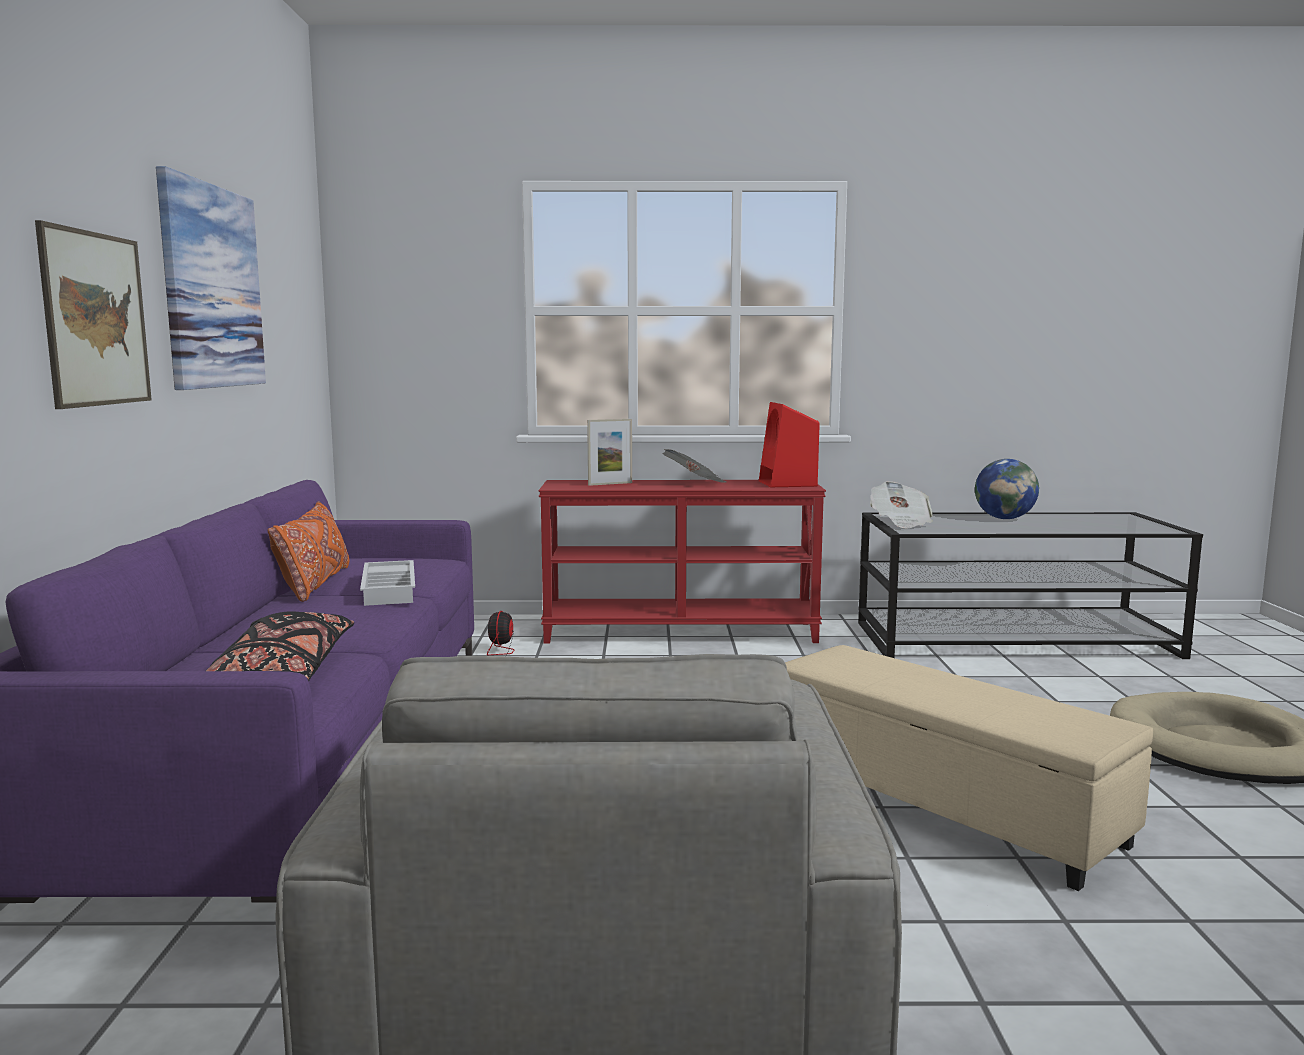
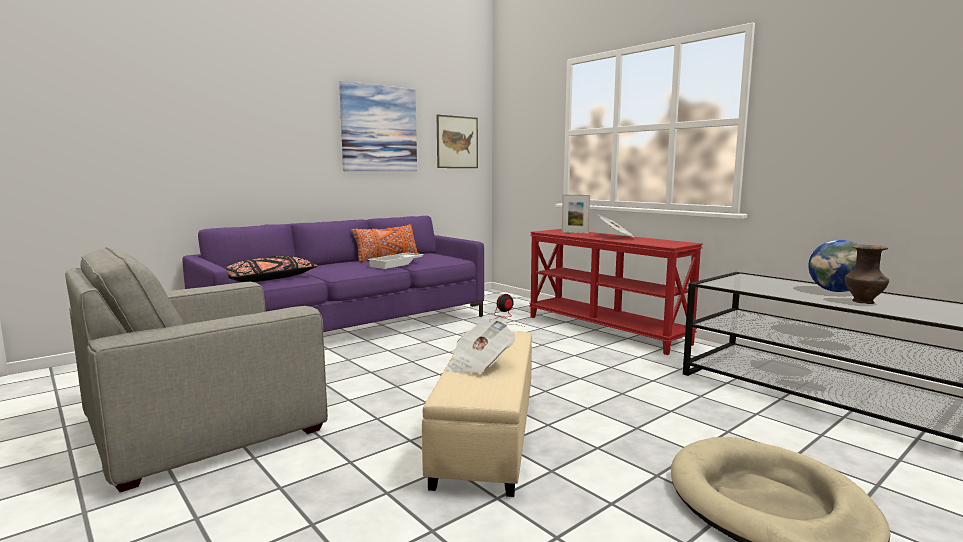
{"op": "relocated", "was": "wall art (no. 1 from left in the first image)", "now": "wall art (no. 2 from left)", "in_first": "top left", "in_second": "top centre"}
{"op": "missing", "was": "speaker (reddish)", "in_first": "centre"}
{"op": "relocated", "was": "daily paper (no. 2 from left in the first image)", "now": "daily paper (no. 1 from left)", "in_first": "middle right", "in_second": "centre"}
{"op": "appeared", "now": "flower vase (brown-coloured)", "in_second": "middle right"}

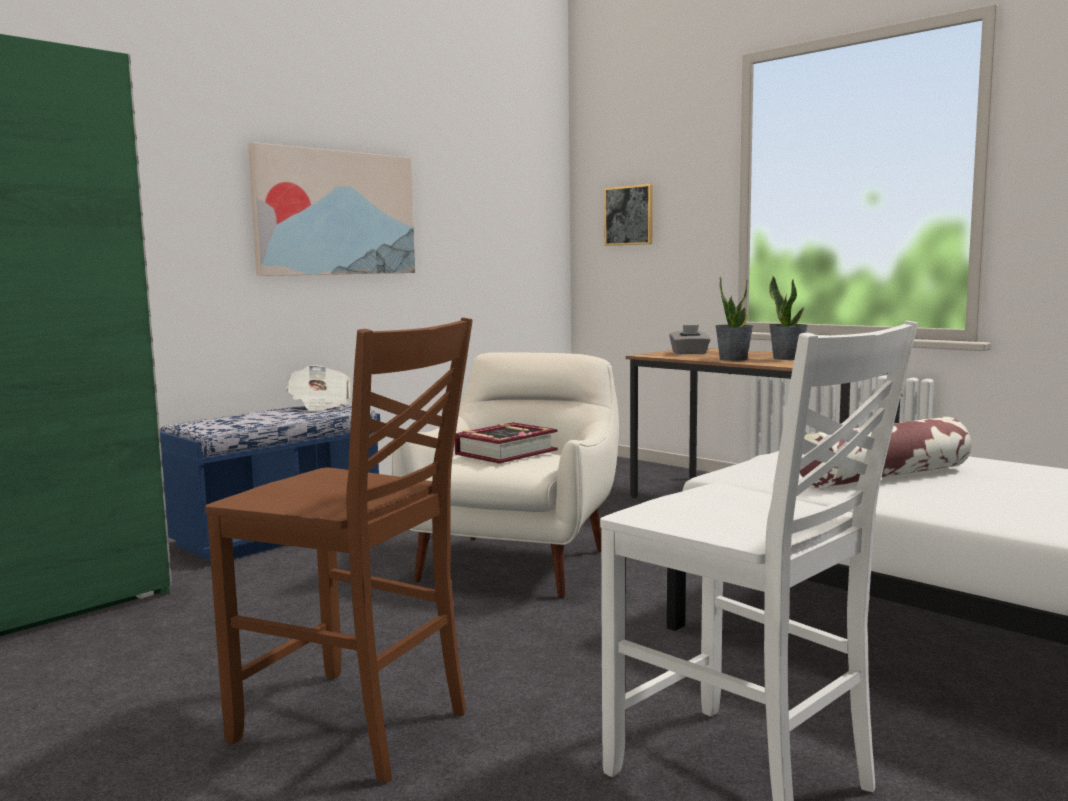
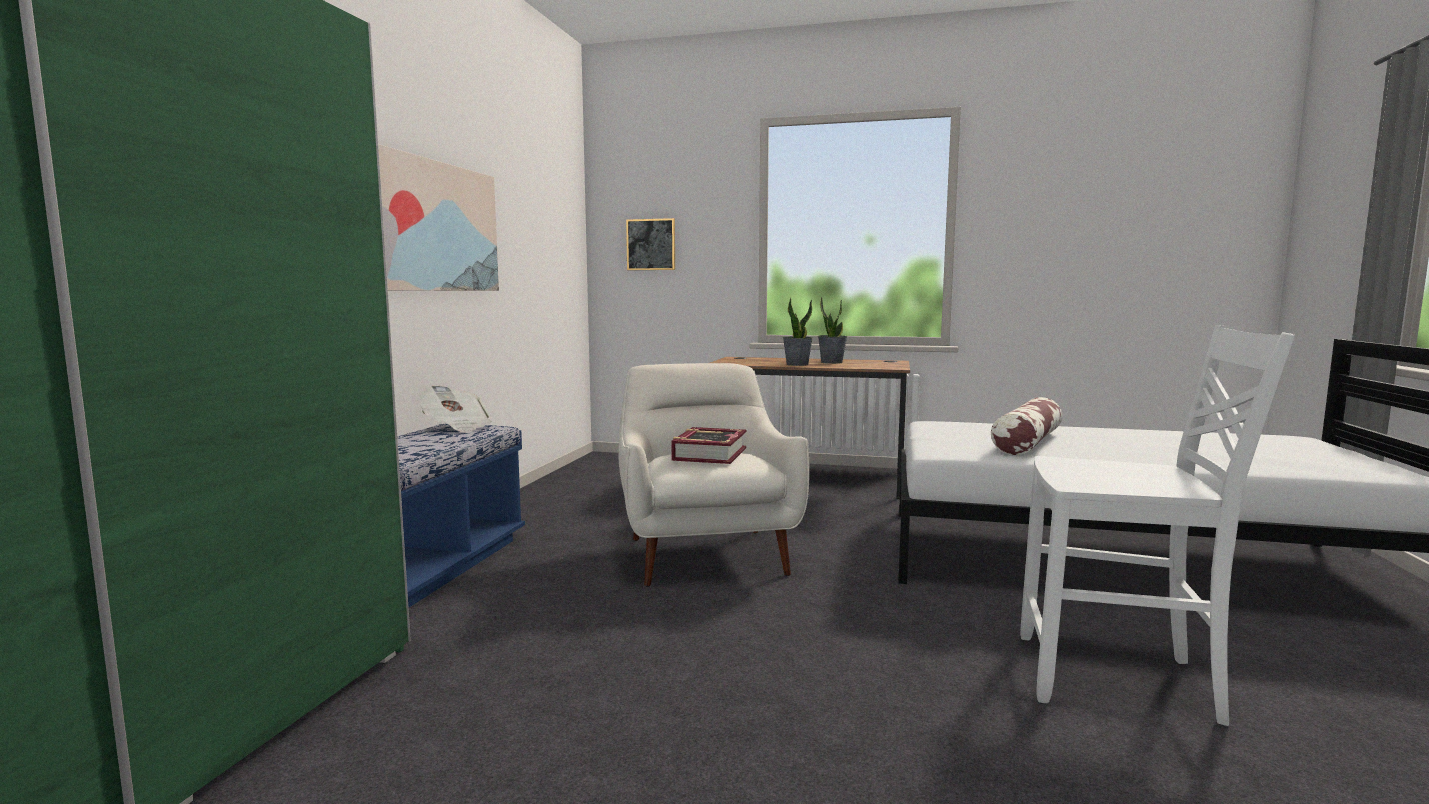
{"op": "missing", "was": "plain chair (brown-coloured)", "in_first": "bottom left"}
{"op": "missing", "was": "tissue holder (grey)", "in_first": "centre"}

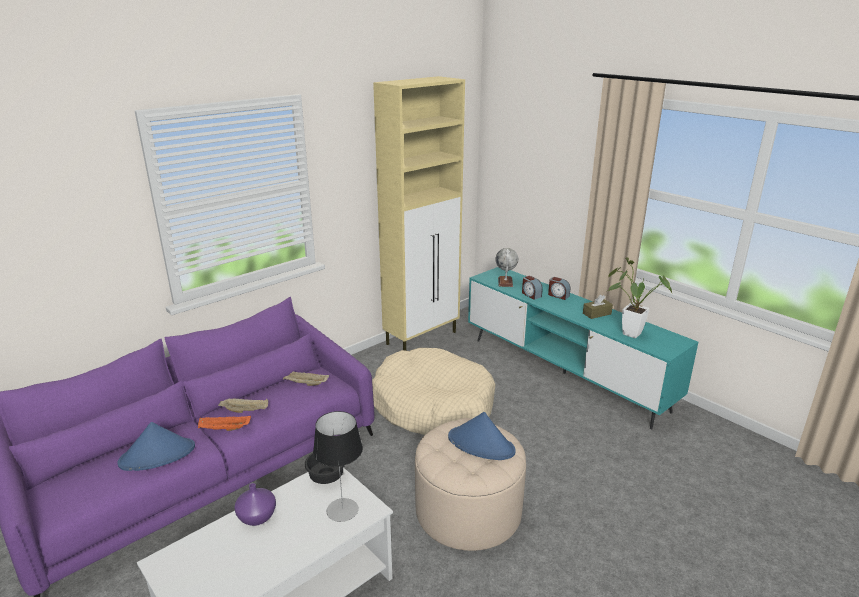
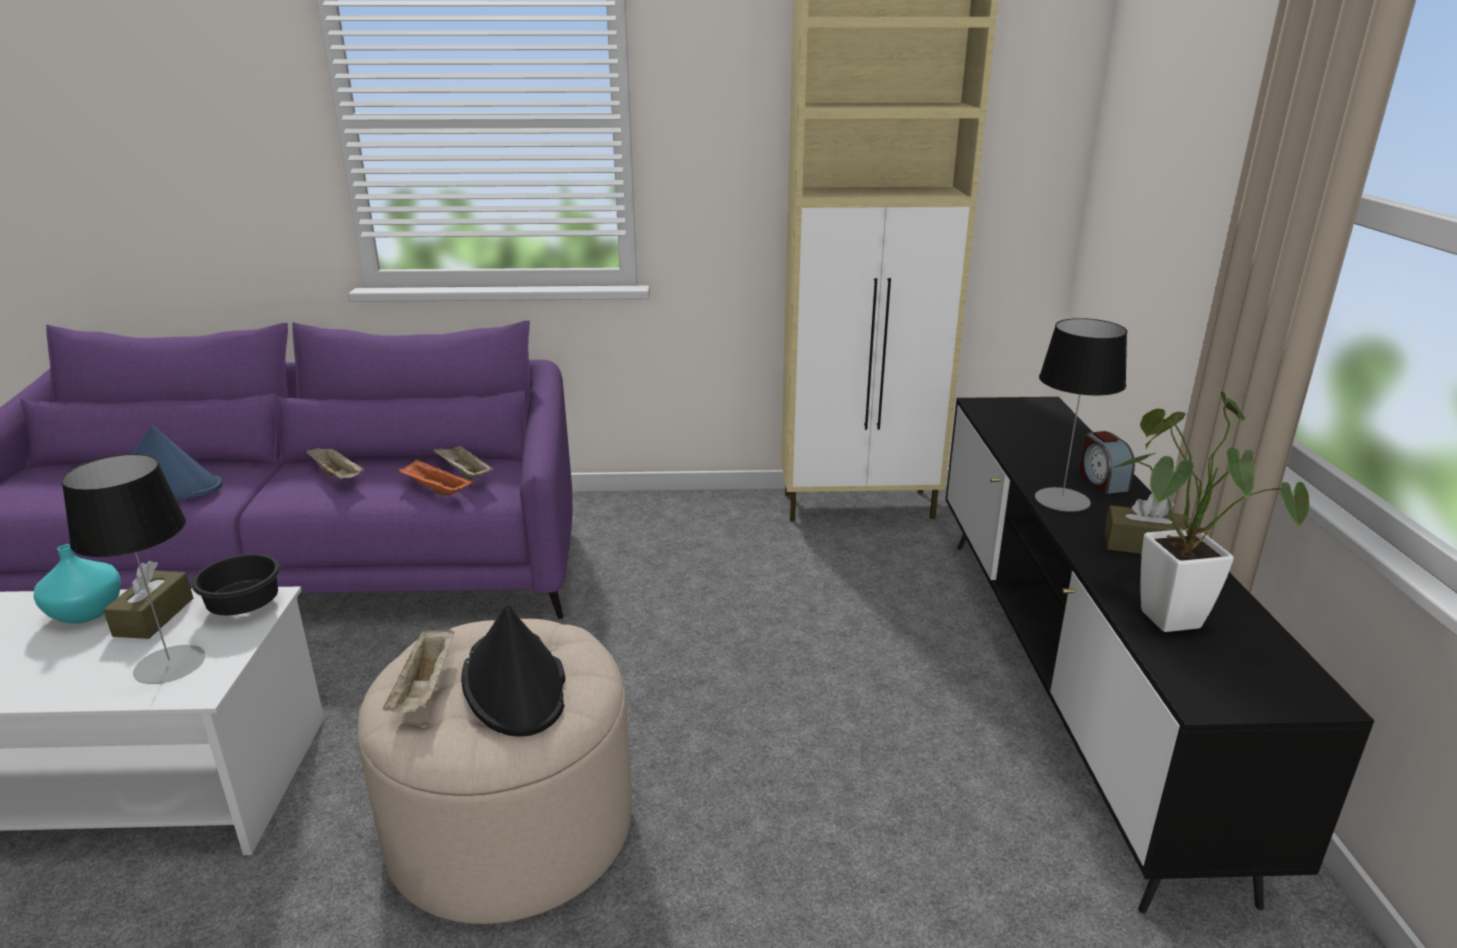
{"op": "relocated", "was": "tray (orange)", "in_first": "bottom left", "in_second": "middle left"}
{"op": "colour", "was": "flower vase (purplish)", "now": "flower vase (turquoise-coloured)", "in_first": "bottom left", "in_second": "middle left"}
{"op": "missing", "was": "dog cushion (sand-coloured)", "in_first": "centre"}
{"op": "colour", "was": "clothing hat (blue) (no. 2 from left)", "now": "clothing hat (black)", "in_first": "bottom centre", "in_second": "bottom centre"}
{"op": "colour", "was": "tv stand (turquoise-coloured)", "now": "tv stand (black)", "in_first": "middle right", "in_second": "bottom right"}
{"op": "missing", "was": "world globe", "in_first": "centre"}
{"op": "missing", "was": "bedside clock (no. 1 from left)", "in_first": "centre"}
{"op": "appeared", "now": "tissue holder (brown-coloured) (no. 1 from left)", "in_second": "middle left"}
{"op": "appeared", "now": "tray (sand-coloured) (no. 2 from left)", "in_second": "bottom left"}
{"op": "appeared", "now": "lamp for a table (no. 2 from left)", "in_second": "middle right"}

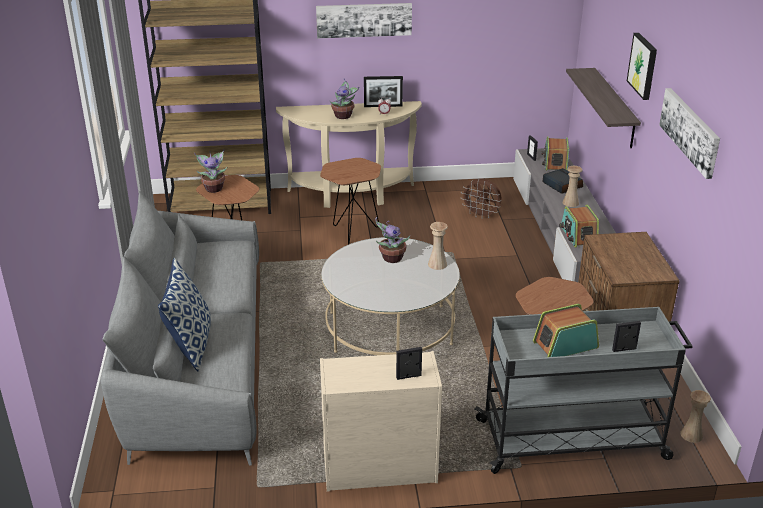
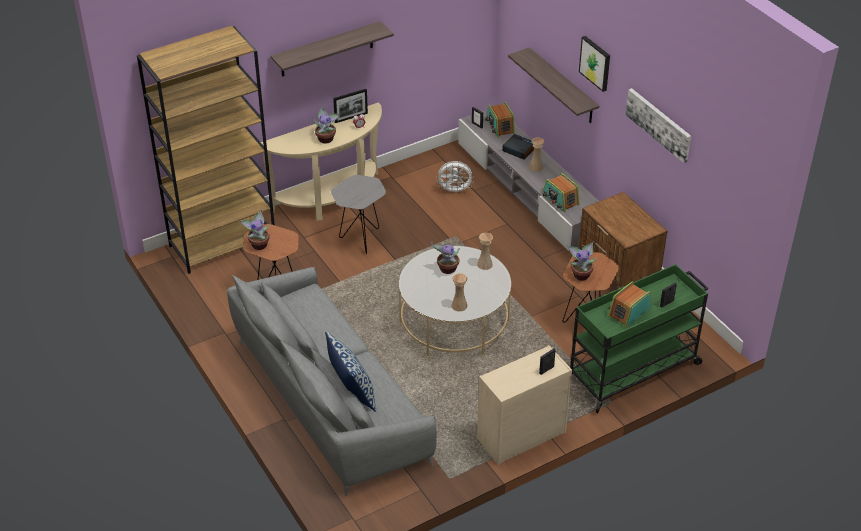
{"op": "exchanged", "was": "wall art (no. 1 from left)", "now": "shelf (no. 1 from left)", "in_first": "top centre", "in_second": "top centre"}
{"op": "colour", "was": "end table (brown-coloured) (no. 2 from left)", "now": "end table (grey)", "in_first": "centre", "in_second": "centre"}
{"op": "colour", "was": "fan (brown-coloured)", "now": "fan (whitish)", "in_first": "centre", "in_second": "centre"}
{"op": "colour", "was": "trolley (grey)", "now": "trolley (greenish)", "in_first": "bottom right", "in_second": "middle right"}
{"op": "relocated", "was": "flower vase (sand-coloured) (no. 3 from left in the first image)", "now": "flower vase (sand-coloured) (no. 1 from left)", "in_first": "bottom right", "in_second": "centre"}
{"op": "appeared", "now": "plant in a pot (no. 4 from left)", "in_second": "middle right"}

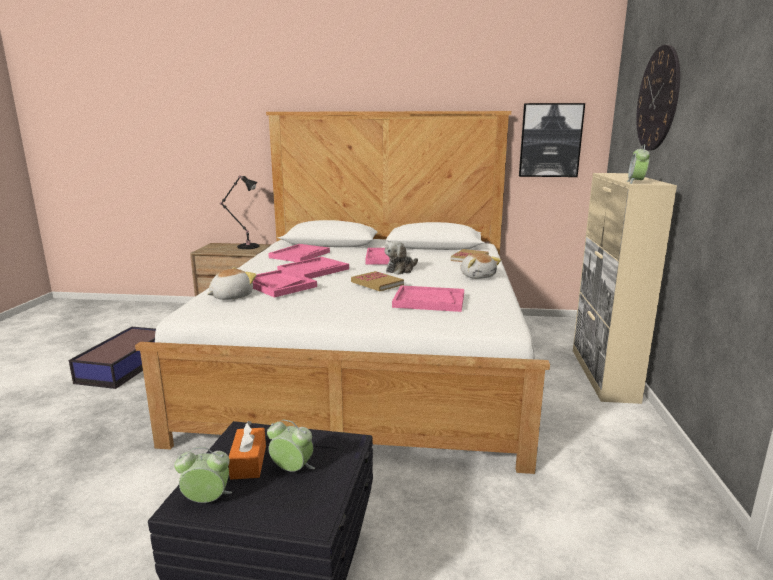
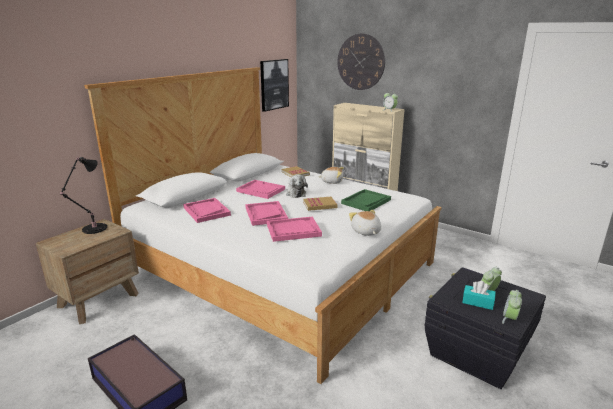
{"op": "relocated", "was": "soft toy (no. 1 from left in the first image)", "now": "soft toy (no. 3 from left)", "in_first": "middle left", "in_second": "centre"}
{"op": "colour", "was": "tissue holder (orange)", "now": "tissue holder (turquoise-coloured)", "in_first": "bottom left", "in_second": "bottom right"}
{"op": "colour", "was": "tray (pink-coloured) (no. 5 from left)", "now": "tray (greenish)", "in_first": "centre", "in_second": "centre"}

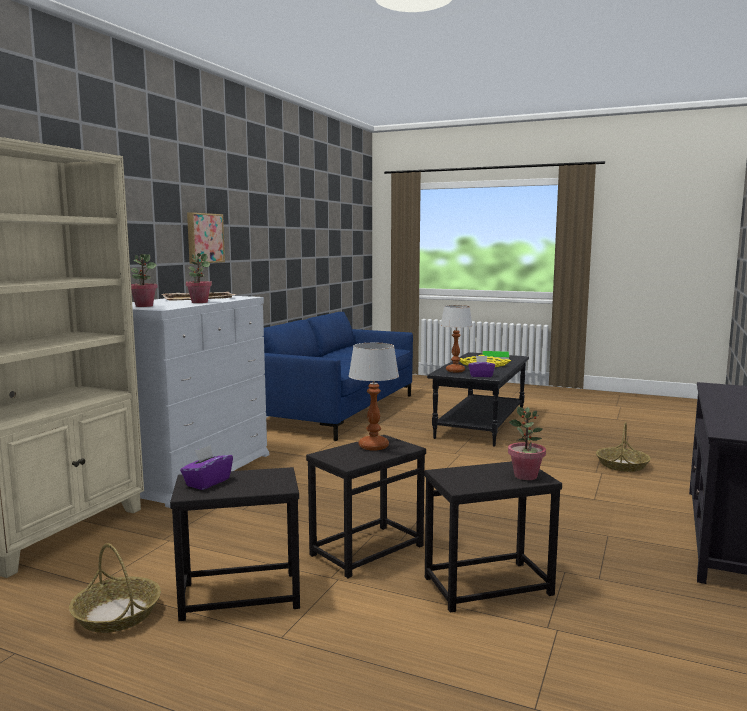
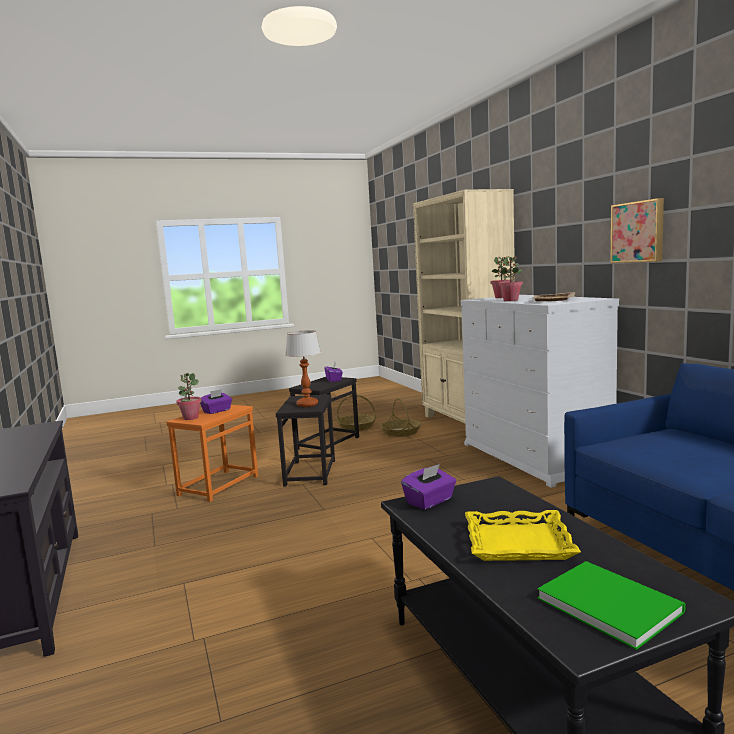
{"op": "colour", "was": "end table (black) (no. 3 from left)", "now": "end table (orange)", "in_first": "bottom centre", "in_second": "middle left"}
{"op": "missing", "was": "lamp for a table (no. 2 from left)", "in_first": "centre"}
{"op": "relocated", "was": "basket (no. 2 from left)", "in_first": "middle right", "in_second": "centre"}
{"op": "appeared", "now": "tissue holder (purplish) (no. 1 from left)", "in_second": "middle left"}

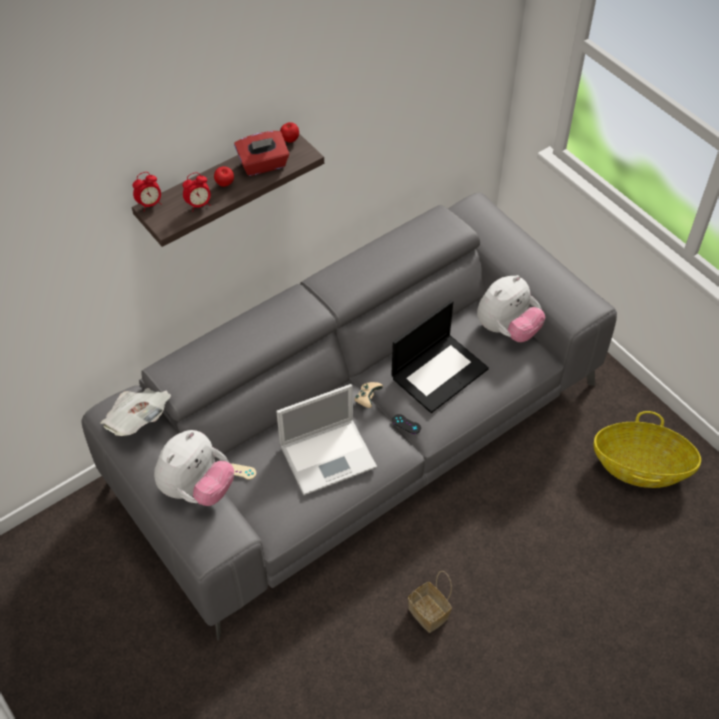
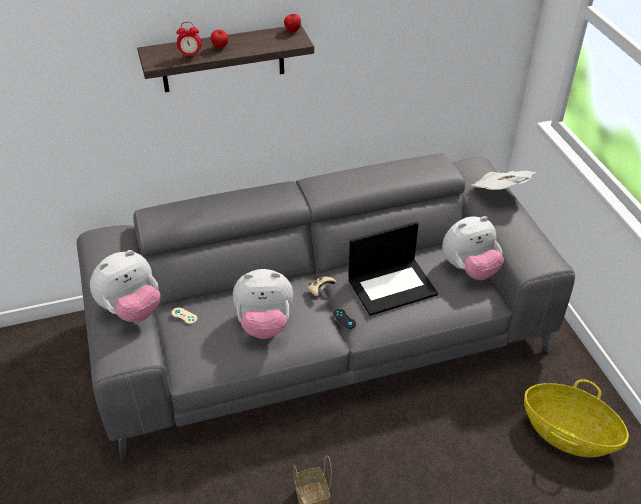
{"op": "relocated", "was": "daily paper", "in_first": "middle left", "in_second": "middle right"}
{"op": "missing", "was": "bedside clock (no. 1 from left)", "in_first": "top left"}
{"op": "missing", "was": "tissue holder (reddish)", "in_first": "top centre"}
{"op": "exchanged", "was": "notebook computer (no. 1 from left)", "now": "soft toy (no. 2 from left)", "in_first": "centre", "in_second": "centre"}

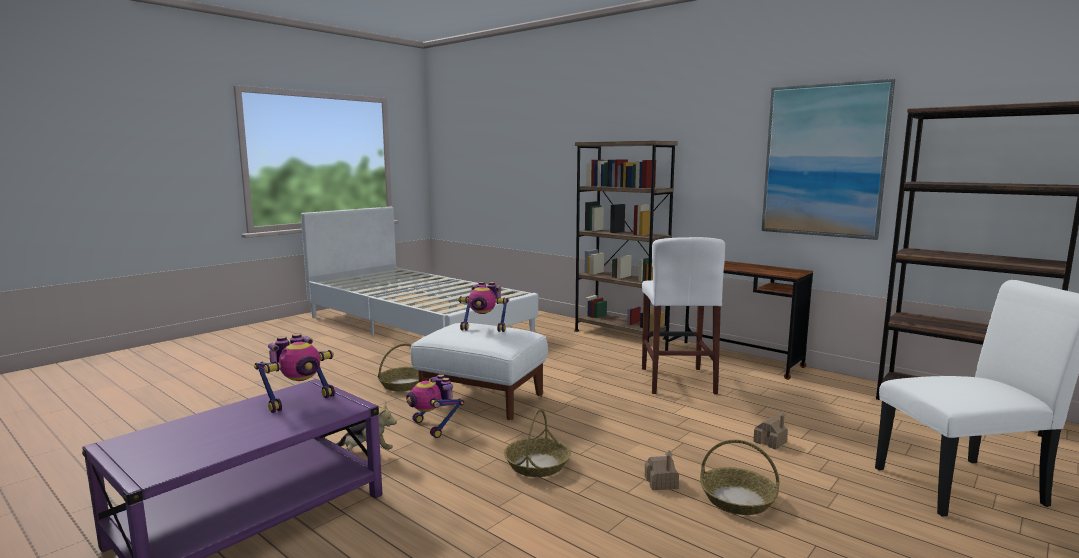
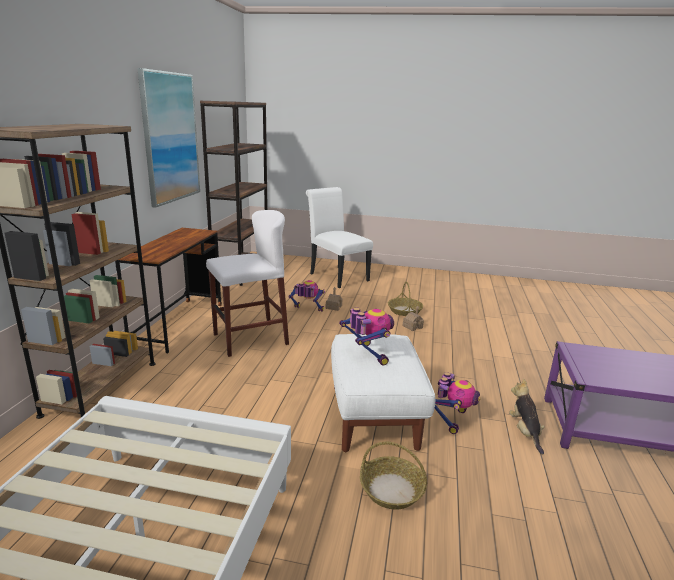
{"op": "relocated", "was": "model robot (no. 1 from left)", "in_first": "bottom left", "in_second": "centre"}
{"op": "missing", "was": "basket (no. 2 from left)", "in_first": "bottom centre"}

